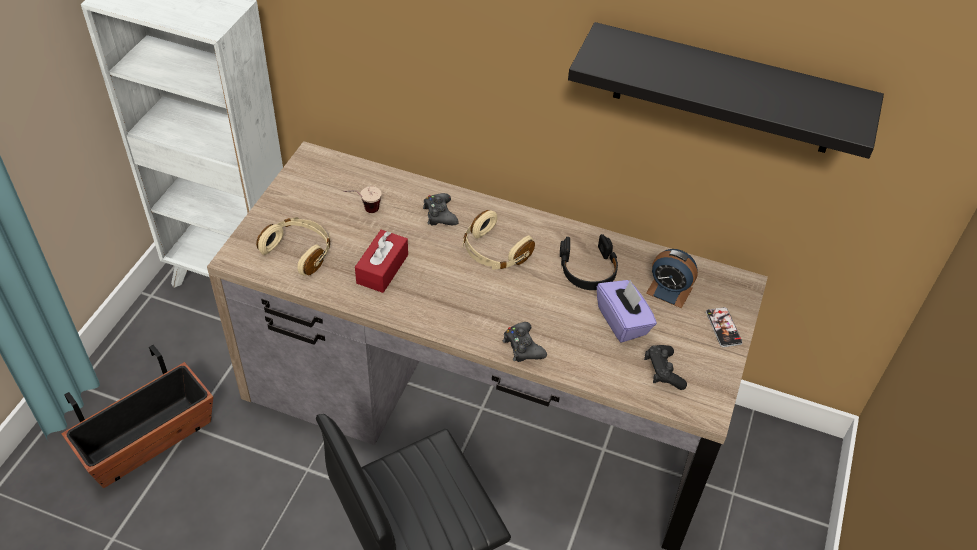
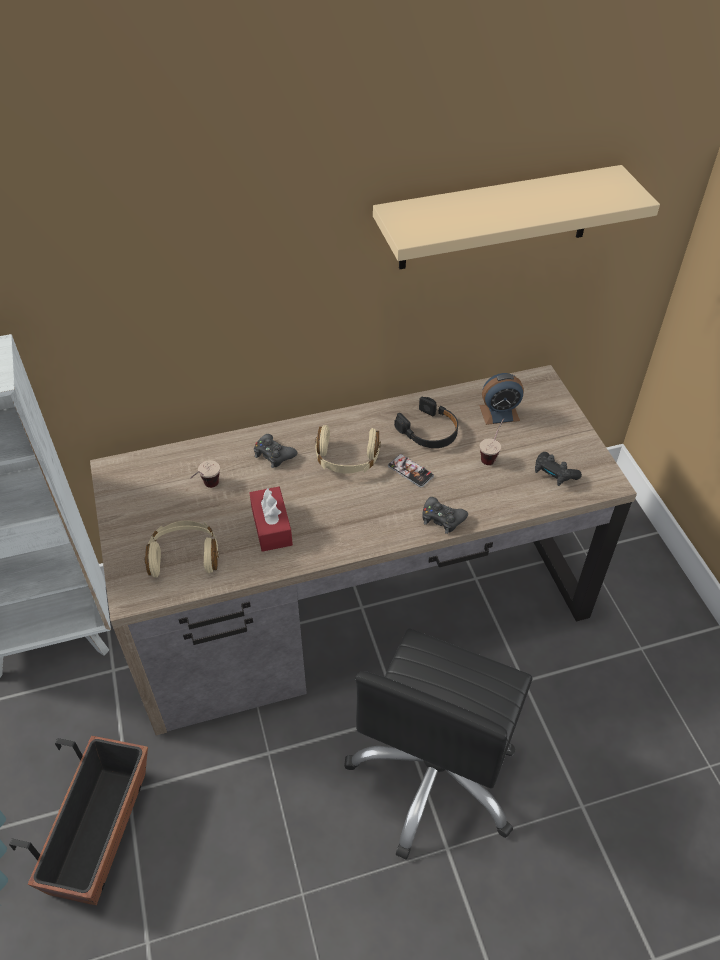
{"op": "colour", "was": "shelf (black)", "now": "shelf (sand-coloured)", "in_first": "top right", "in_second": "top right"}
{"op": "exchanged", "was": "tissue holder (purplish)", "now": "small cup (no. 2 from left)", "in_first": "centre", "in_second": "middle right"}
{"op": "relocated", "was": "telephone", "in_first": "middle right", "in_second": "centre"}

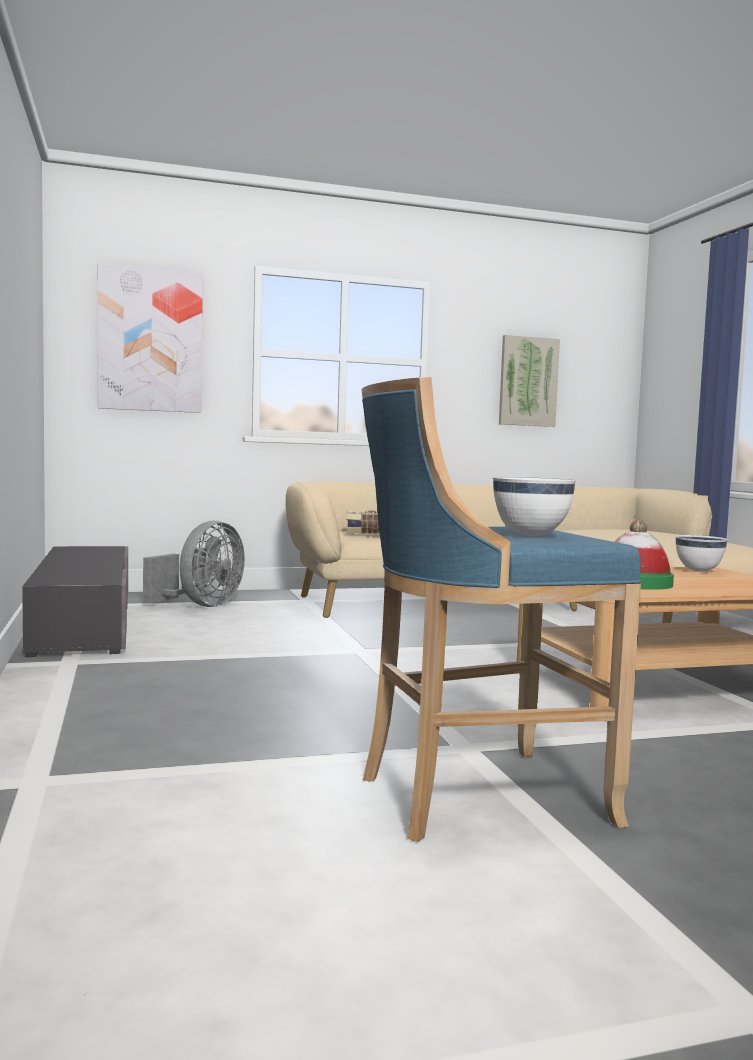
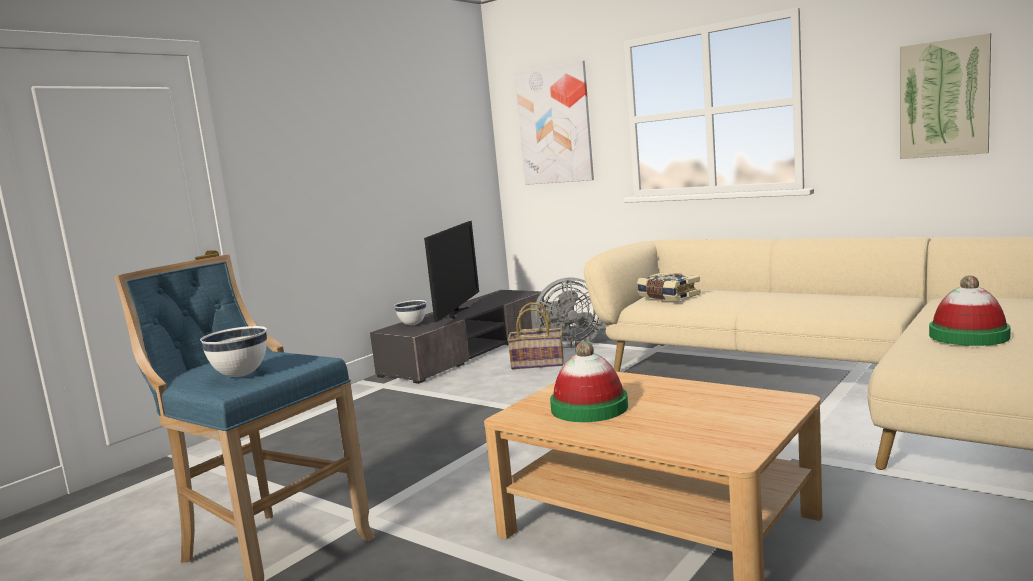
{"op": "relocated", "was": "serving bowl (whitish) (no. 2 from left)", "in_first": "middle right", "in_second": "centre"}
{"op": "appeared", "now": "TV set", "in_second": "centre"}
{"op": "appeared", "now": "basket", "in_second": "centre"}
{"op": "appeared", "now": "clothing hat (no. 2 from left)", "in_second": "middle right"}

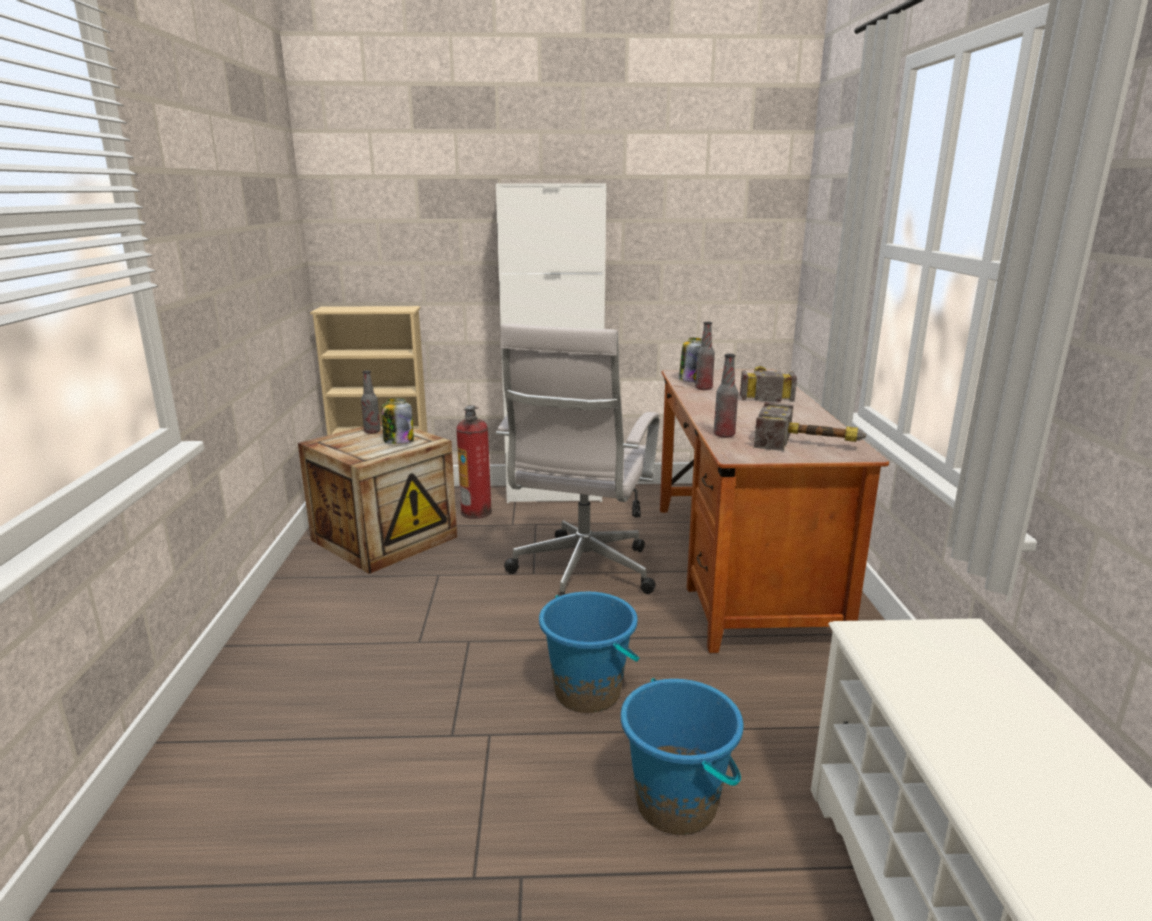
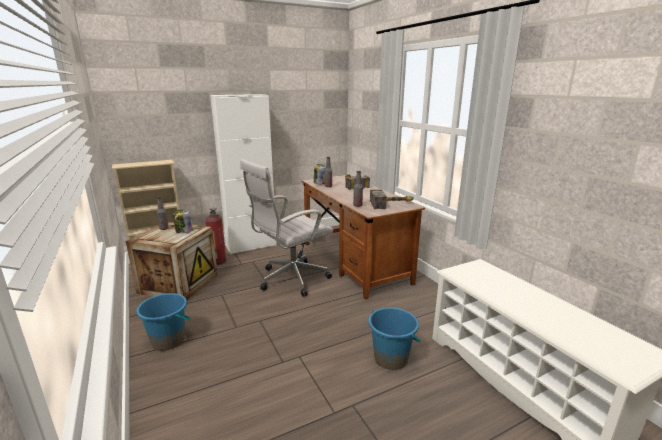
{"op": "spun", "was": "office chair (whitish)", "in_first": "centre", "in_second": "centre", "clockwise": 60}
{"op": "relocated", "was": "bucket (blue) (no. 1 from left)", "in_first": "bottom centre", "in_second": "bottom left"}

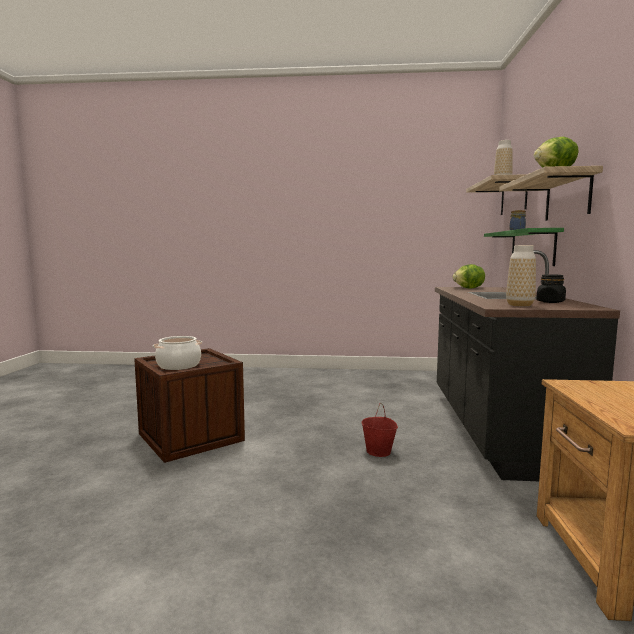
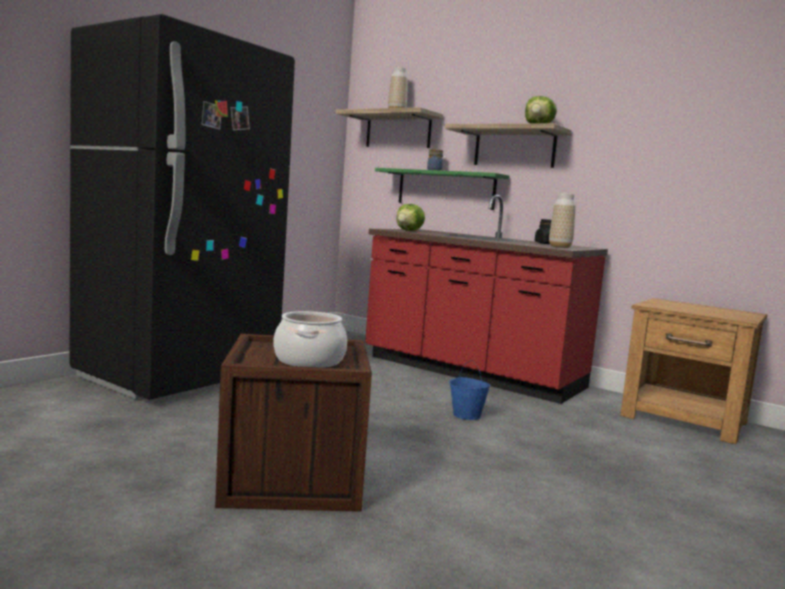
{"op": "colour", "was": "bucket (reddish)", "now": "bucket (blue)", "in_first": "bottom centre", "in_second": "centre"}
{"op": "colour", "was": "kitchen base unit (black)", "now": "kitchen base unit (reddish)", "in_first": "middle right", "in_second": "centre"}
{"op": "appeared", "now": "kitchen fridge (black)", "in_second": "middle left"}

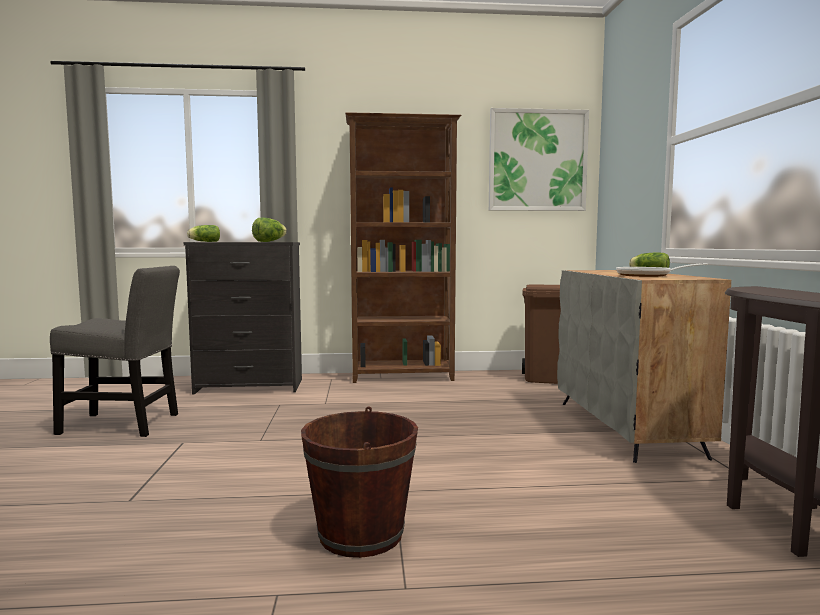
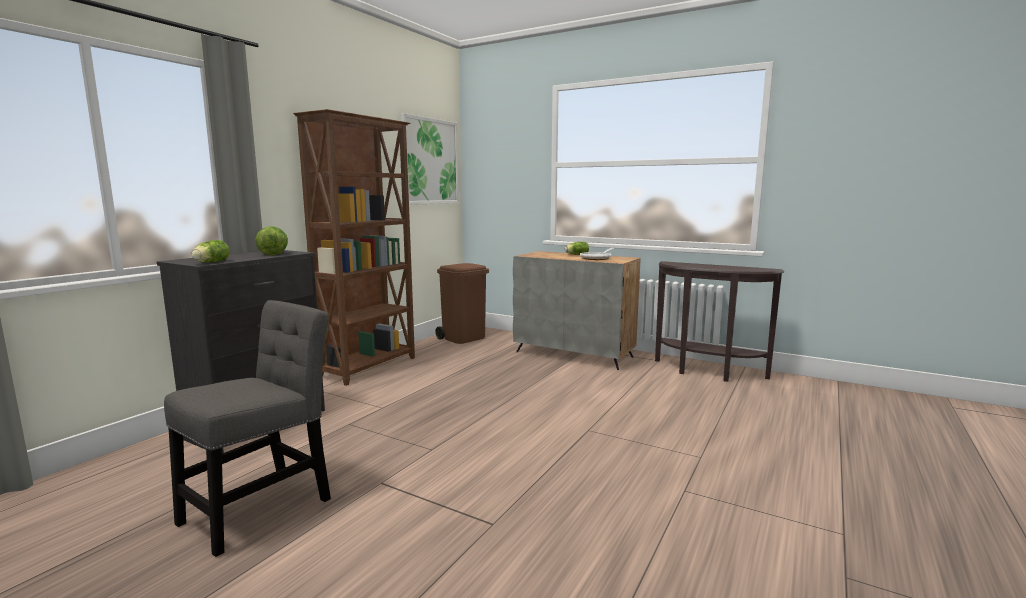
{"op": "missing", "was": "bucket (brown-coloured)", "in_first": "bottom centre"}

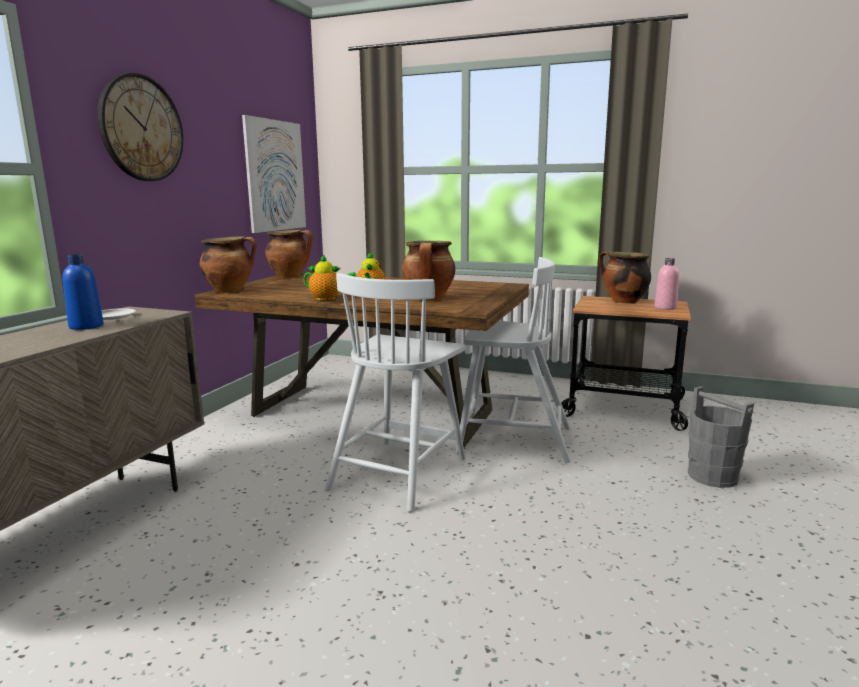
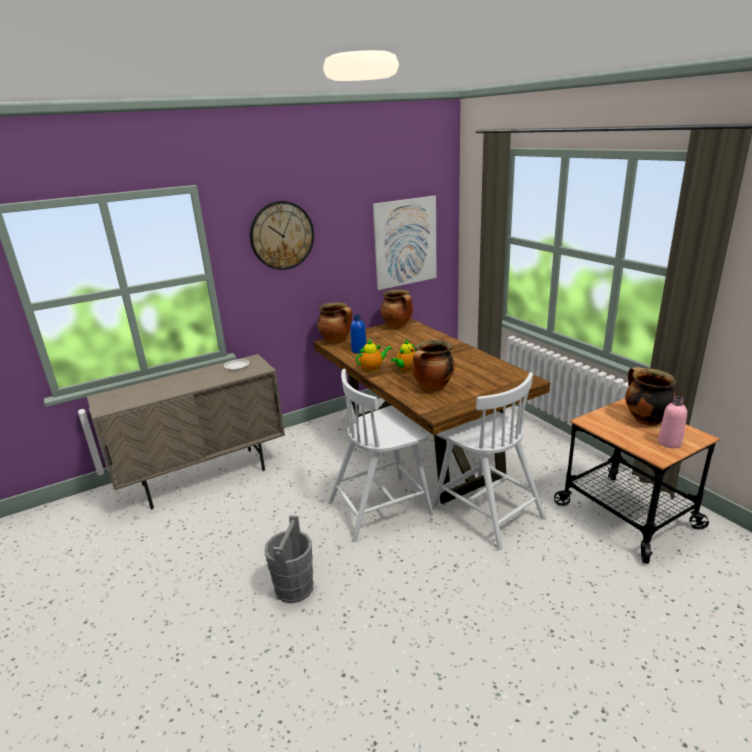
{"op": "relocated", "was": "drink bottle (blue)", "in_first": "middle left", "in_second": "centre"}
{"op": "spun", "was": "tea pot (no. 1 from left)", "in_first": "centre", "in_second": "centre", "clockwise": -75}
{"op": "relocated", "was": "bucket (grey)", "in_first": "middle right", "in_second": "bottom centre"}

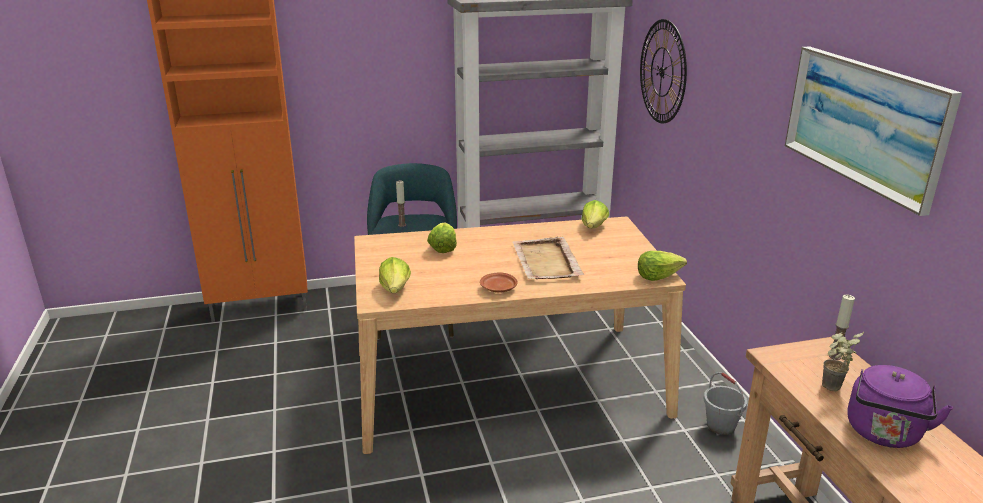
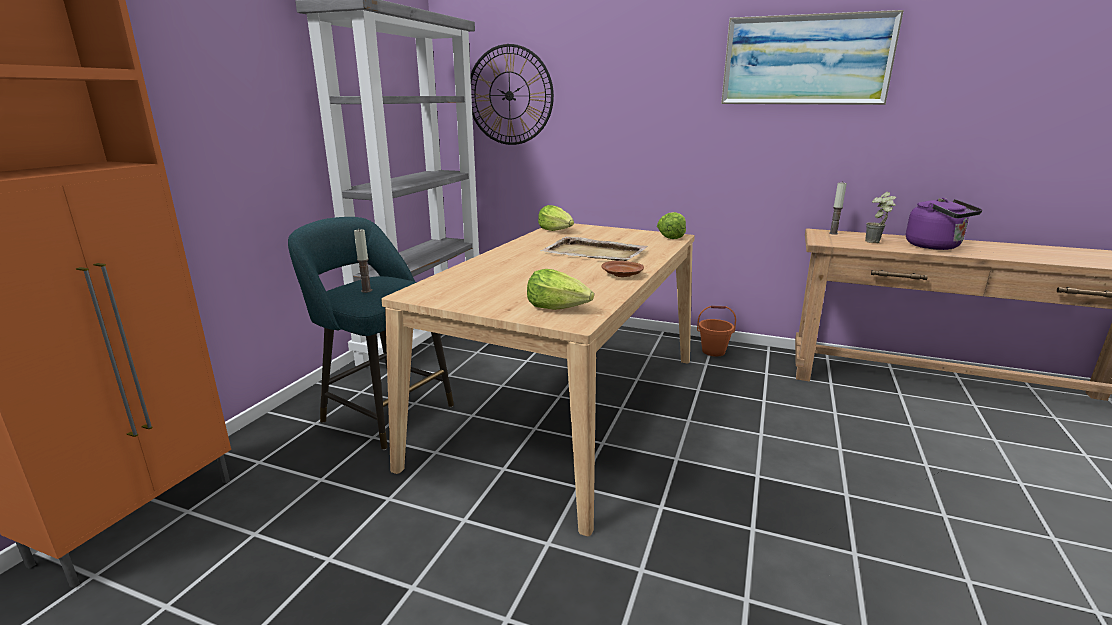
{"op": "missing", "was": "lettuce (no. 2 from left)", "in_first": "centre"}
{"op": "colour", "was": "bucket (grey)", "now": "bucket (orange)", "in_first": "bottom right", "in_second": "centre"}

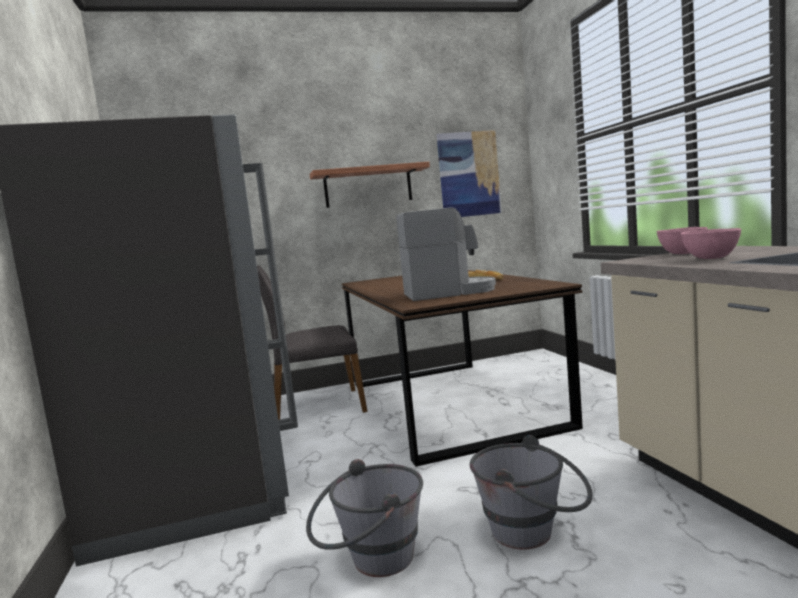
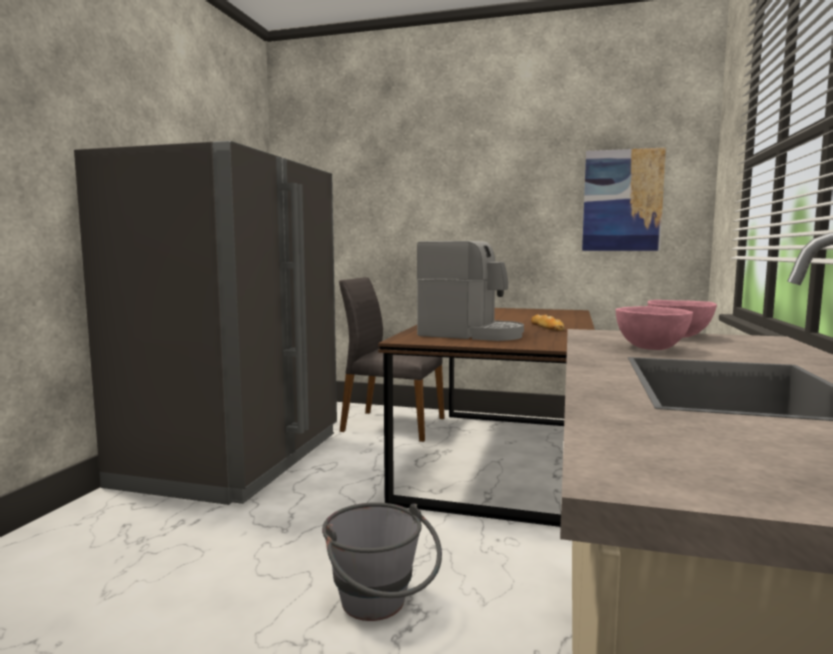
{"op": "missing", "was": "bucket (grey) (no. 1 from left)", "in_first": "bottom centre"}
{"op": "missing", "was": "shelf", "in_first": "top centre"}

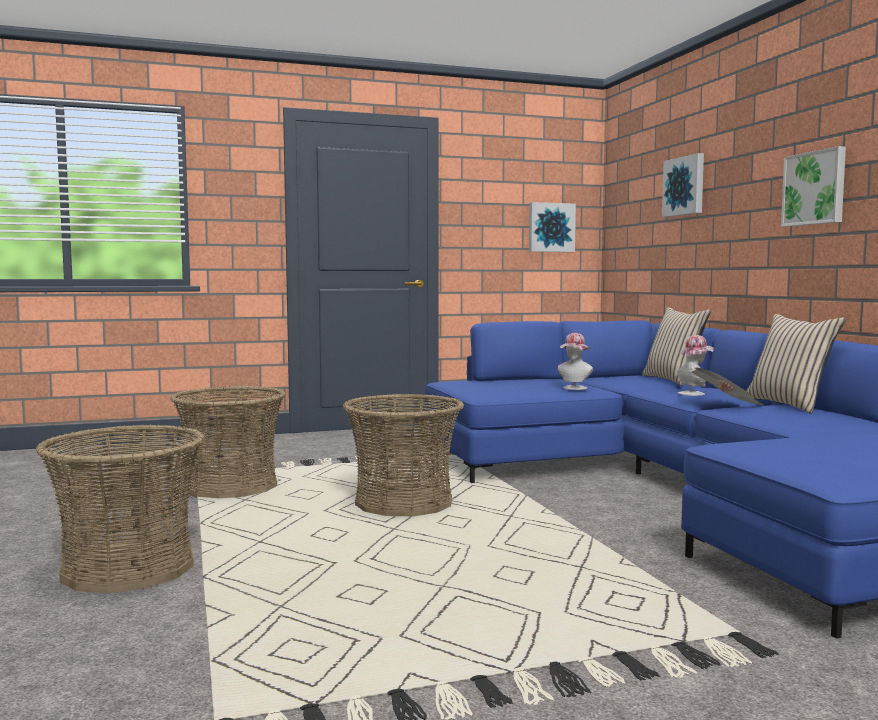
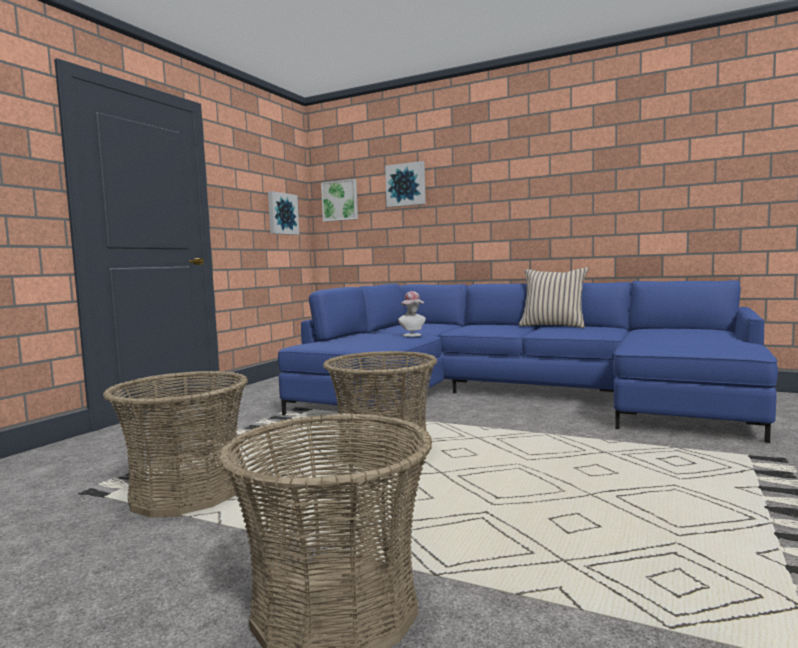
{"op": "missing", "was": "cushion (sand-coloured) (no. 1 from left)", "in_first": "middle right"}
{"op": "missing", "was": "clothing hat (no. 2 from left)", "in_first": "middle right"}
{"op": "missing", "was": "daily paper", "in_first": "middle right"}
{"op": "relocated", "was": "wall art (no. 3 from left in the first image)", "now": "wall art (no. 2 from left)", "in_first": "top right", "in_second": "top centre"}

